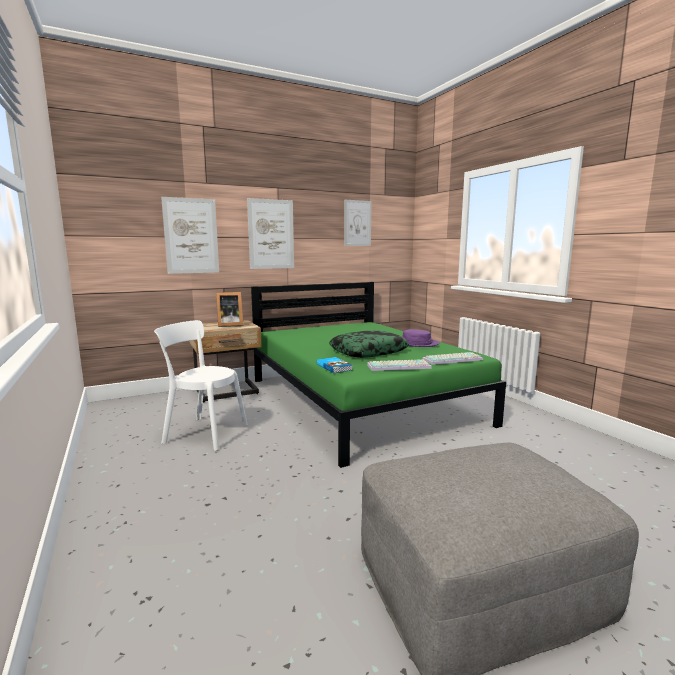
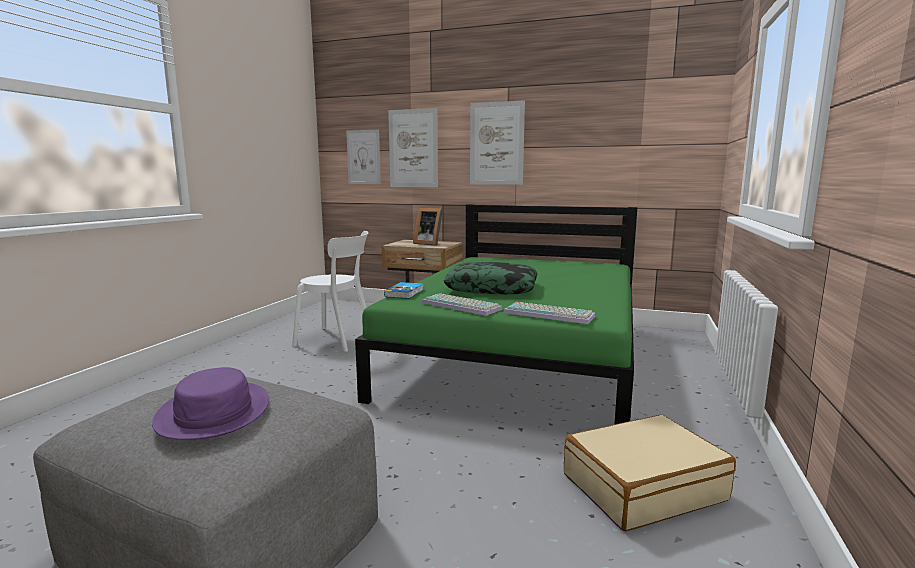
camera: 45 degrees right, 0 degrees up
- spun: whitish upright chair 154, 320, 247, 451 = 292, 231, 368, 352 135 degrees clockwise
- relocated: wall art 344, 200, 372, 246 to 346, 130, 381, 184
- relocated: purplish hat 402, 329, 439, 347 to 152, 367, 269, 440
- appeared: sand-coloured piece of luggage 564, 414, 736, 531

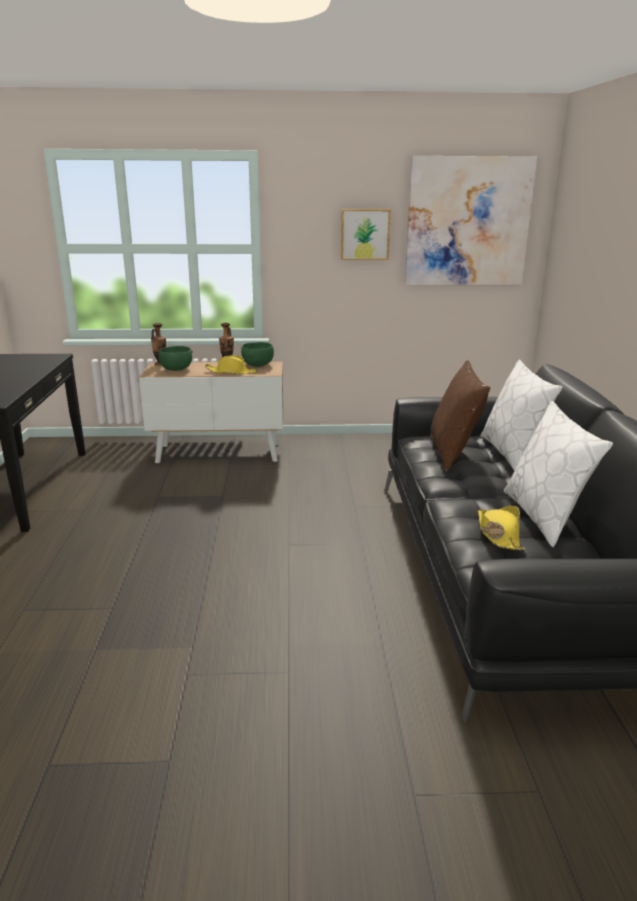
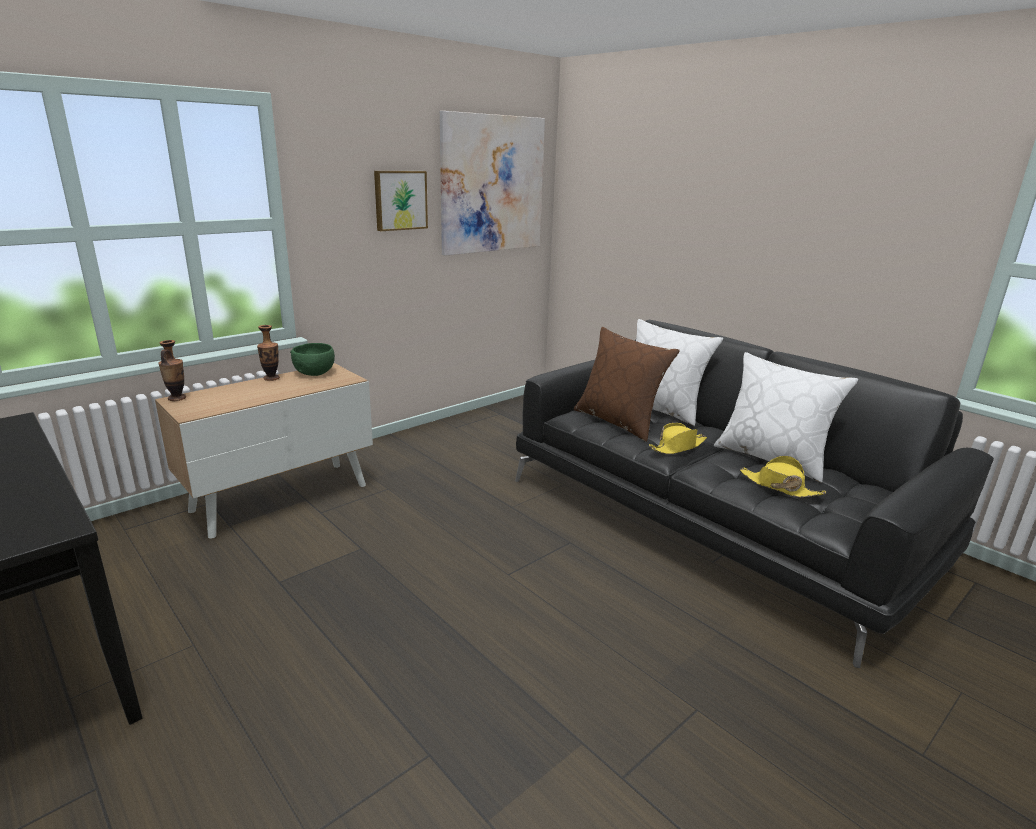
camera: 40 degrees left, 0 degrees up
- missing: greenish deep dish 158, 346, 193, 371
- relocated: yellowish hat 205, 355, 258, 374 to 649, 423, 707, 454

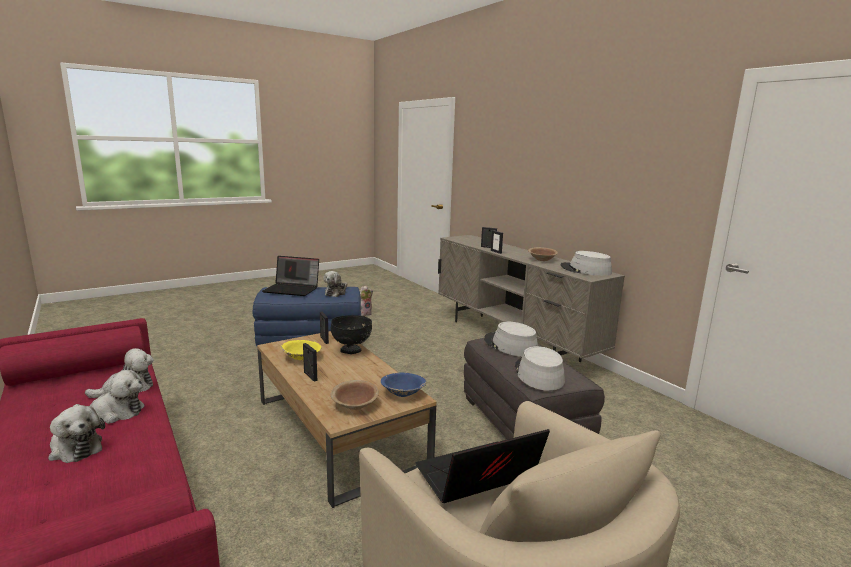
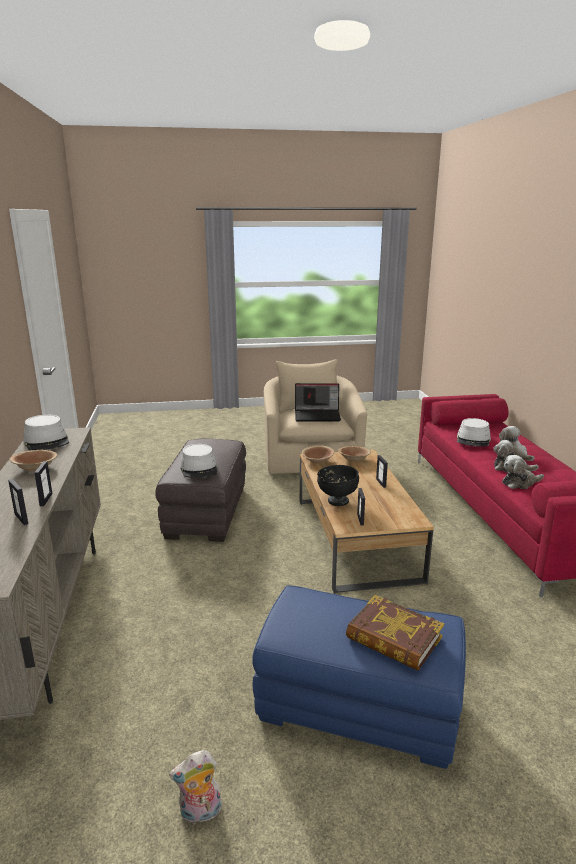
camera: 155 degrees left, 5 degrees up
- exchanged: laptop 262, 256, 319, 296 to volume 346, 595, 444, 671
- missing: yellowish deep dish 281, 340, 321, 360
- missing: plush toy 323, 271, 347, 297
- colour: blue-coloured deep dish 381, 372, 426, 397 to brownish deep dish 302, 445, 334, 464
- relocated: grey hat 515, 346, 565, 391 to 457, 418, 491, 447

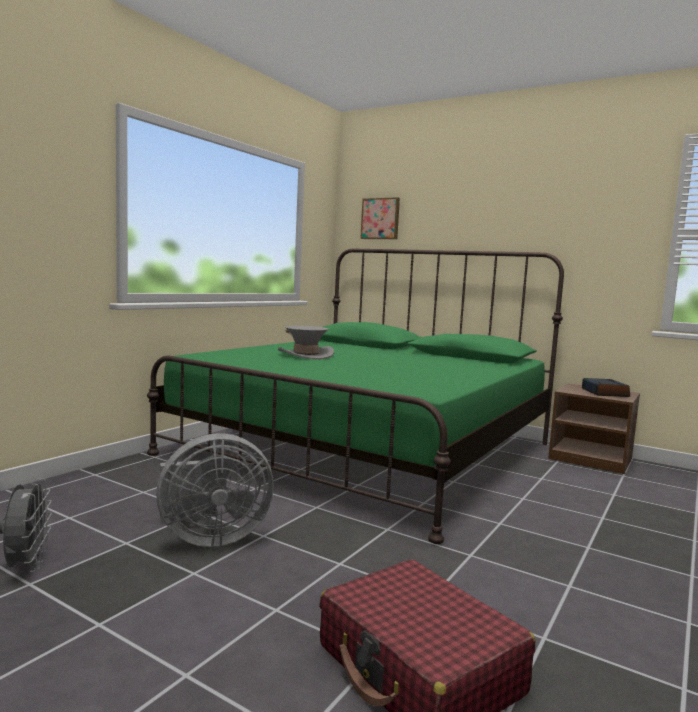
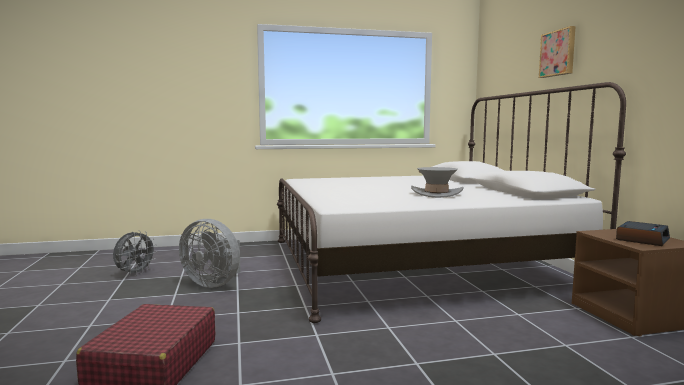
camera: 45 degrees right, 0 degrees up
- colour: greenish sleeping bed 147, 249, 564, 544 to whitish sleeping bed 277, 82, 626, 323
- relocated: grey hat 278, 326, 334, 360 to 411, 167, 464, 198
- relocated: wall art 360, 197, 400, 239 to 539, 26, 576, 78

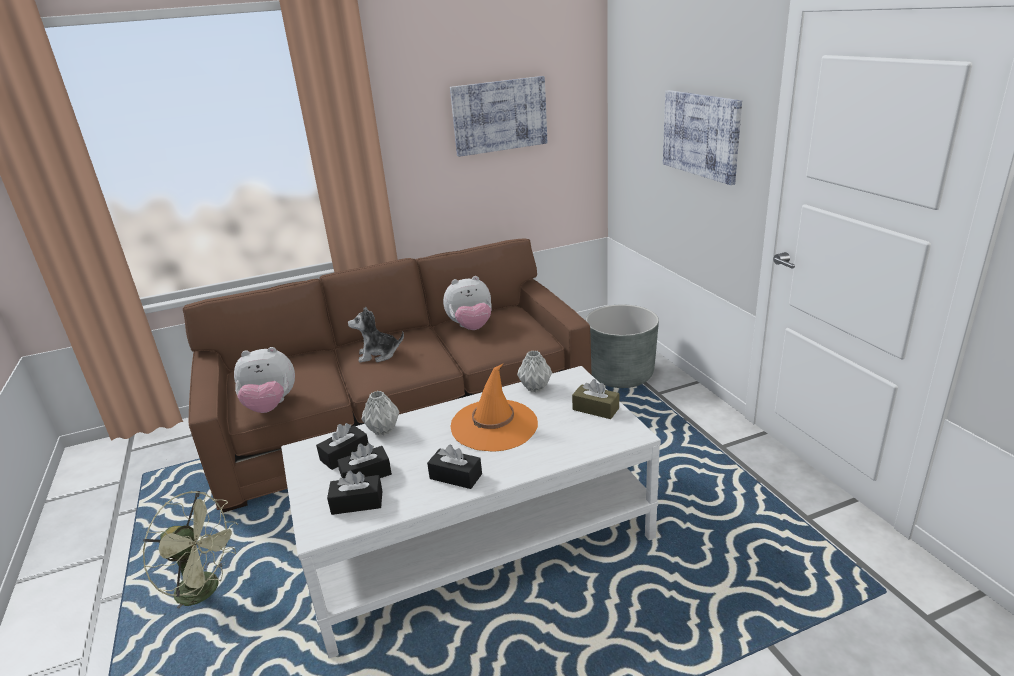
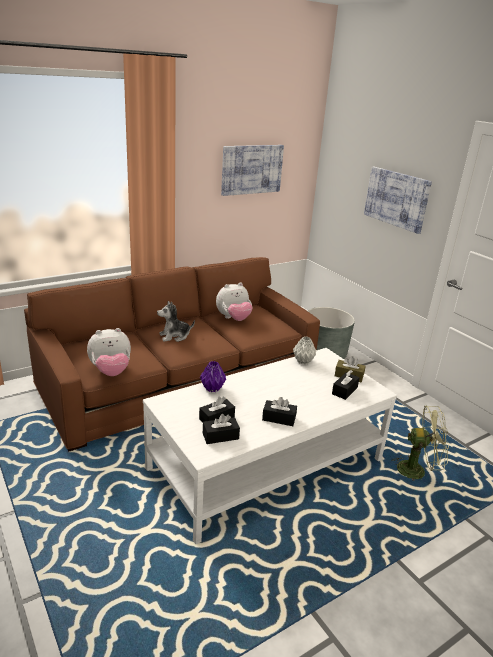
camera: 15 degrees left, 0 degrees up
- relocated: greenish electric fan 143, 491, 238, 608 to 391, 406, 449, 481
- relocated: blackish tissue box 316, 423, 368, 470 to 332, 370, 360, 400
- colour: grey decorative vase 361, 391, 399, 436 to purplish decorative vase 200, 361, 226, 392
- missing: orange-coloured hat 450, 363, 538, 452

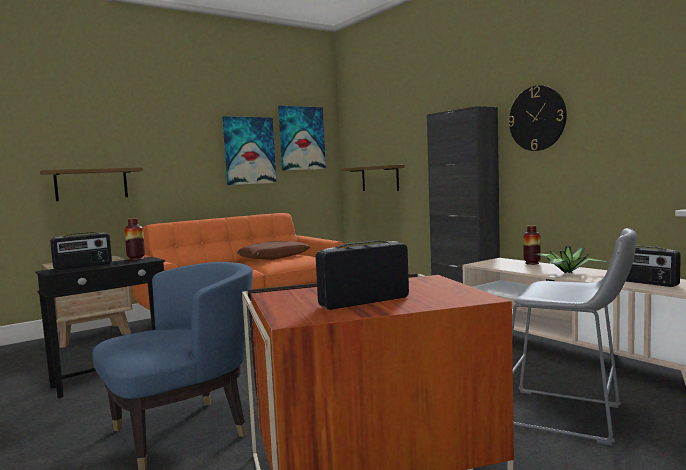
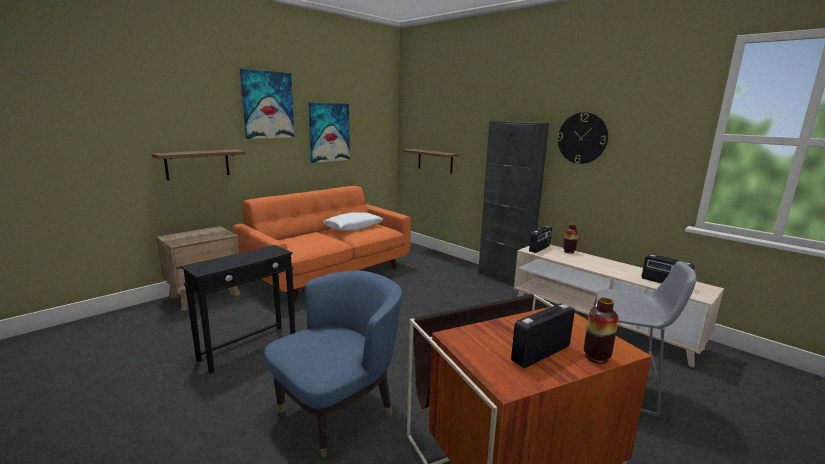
camera: 10 degrees left, 10 degrees up
- relocated: radio 50, 232, 112, 270 to 529, 226, 552, 253
- relocated: decorative vase 124, 218, 145, 261 to 584, 298, 619, 364
- colour: brownish throw pillow 237, 241, 310, 260 to whitish throw pillow 323, 212, 383, 231
- relocated: wall art 278, 106, 326, 171 to 240, 69, 294, 139
- missing: houseplant 533, 246, 609, 273

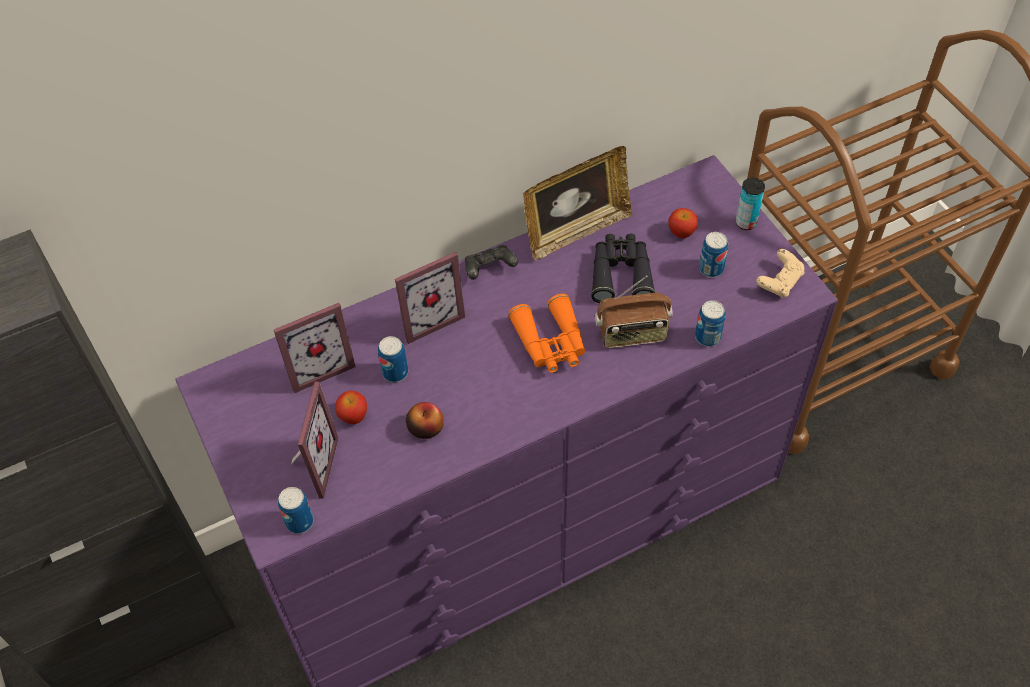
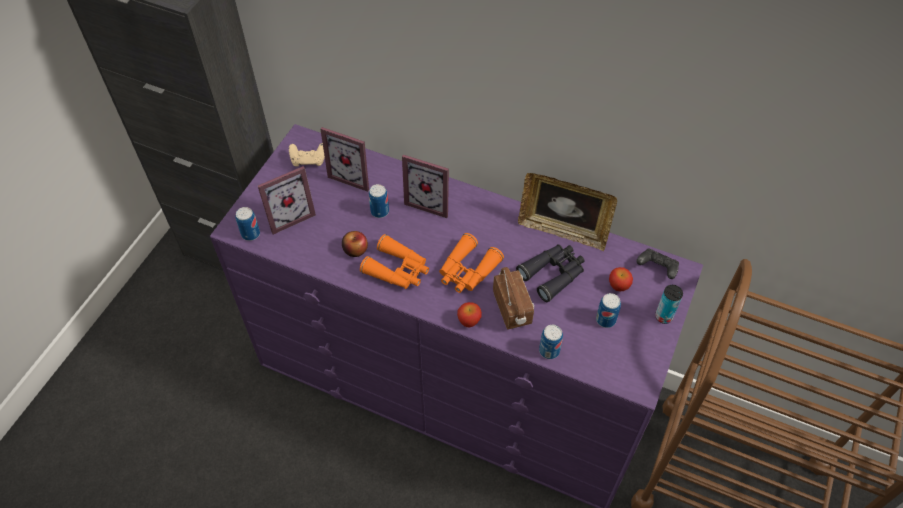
camera: 50 degrees right, 0 degrees up
- relocated: whole apple 335, 391, 367, 424 to 457, 302, 482, 328
- relocated: blackish joypad 465, 245, 518, 280 to 637, 249, 679, 279
- spun: radio 595, 275, 673, 348 = 493, 267, 534, 329 150 degrees counterclockwise
- relocated: sand-coloured joypad 756, 249, 804, 298 to 289, 143, 325, 167
- appeared: orange-coloured field glasses 360, 234, 429, 289

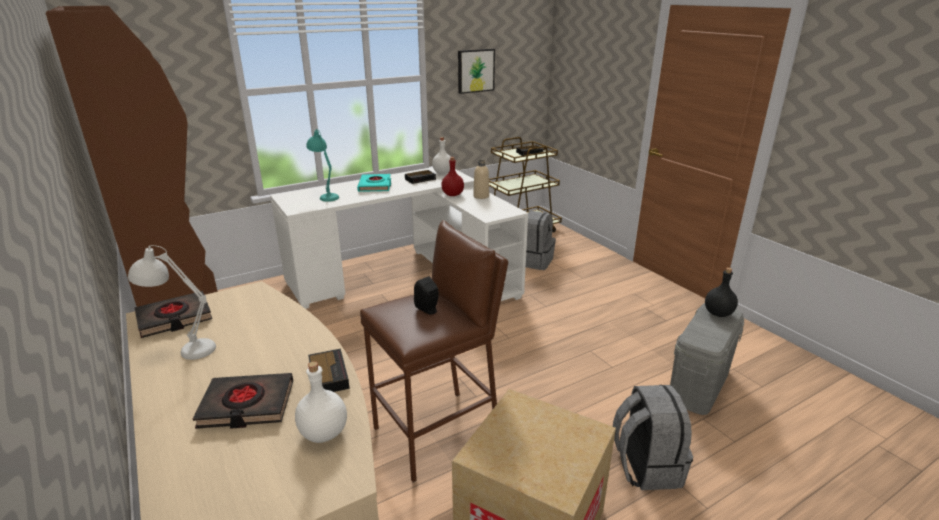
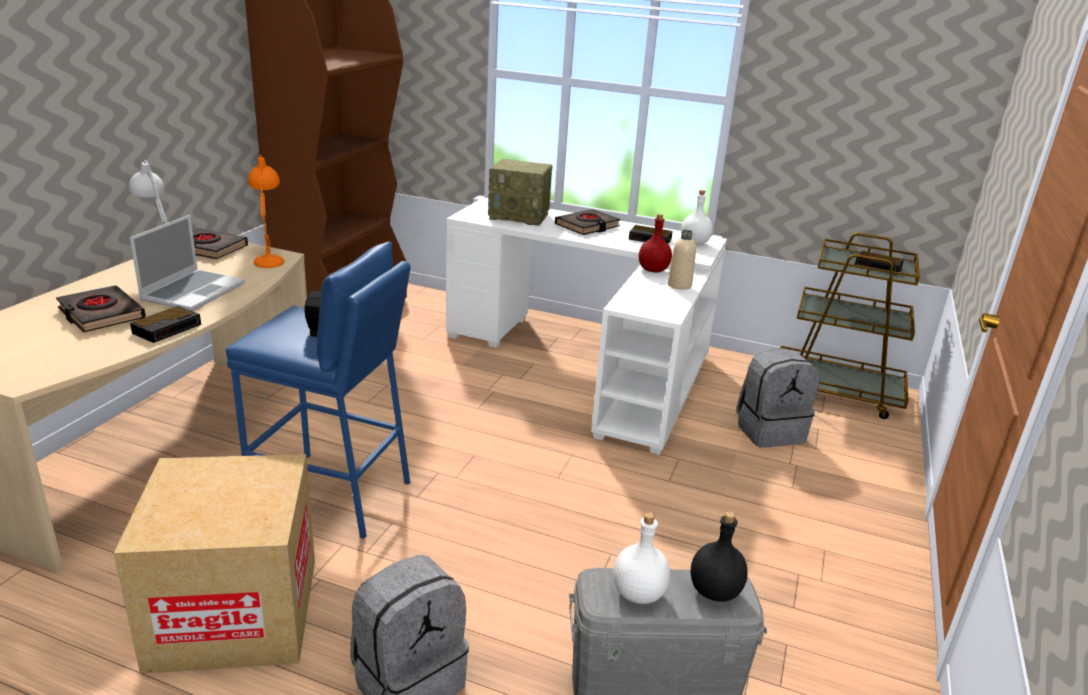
camera: 50 degrees right, 0 degrees up
- relocated: whitish drink bottle 295, 361, 347, 443 to 614, 512, 670, 604
- exchanged: blue-green tabletop lamp 306, 129, 339, 202 to radio 488, 159, 552, 226
- colour: blue-green volume 357, 174, 391, 192 to blackish volume 555, 209, 620, 235
- colour: brownish sitting stool 360, 220, 508, 482 to blue-coloured sitting stool 226, 241, 411, 539
- missing: wall art 458, 49, 495, 94
- appeared: laptop 130, 215, 245, 311
- appeared: orange-coloured tabletop lamp 248, 155, 284, 268

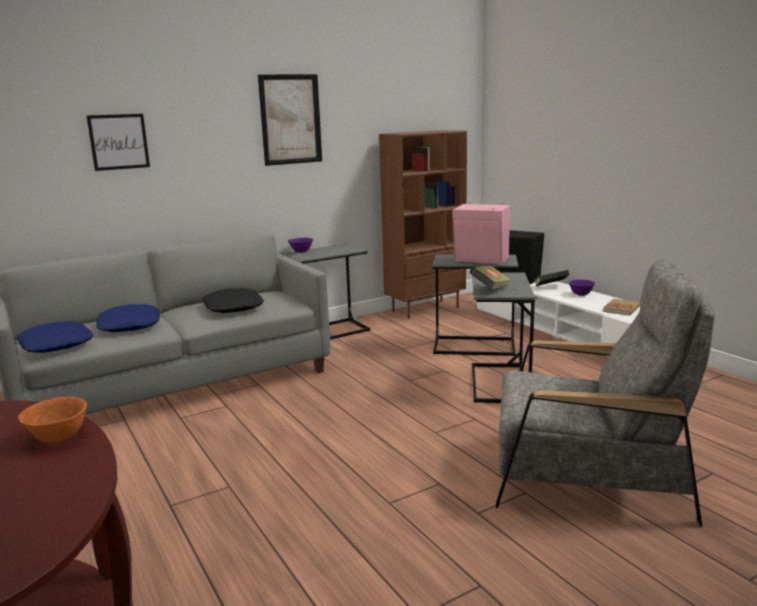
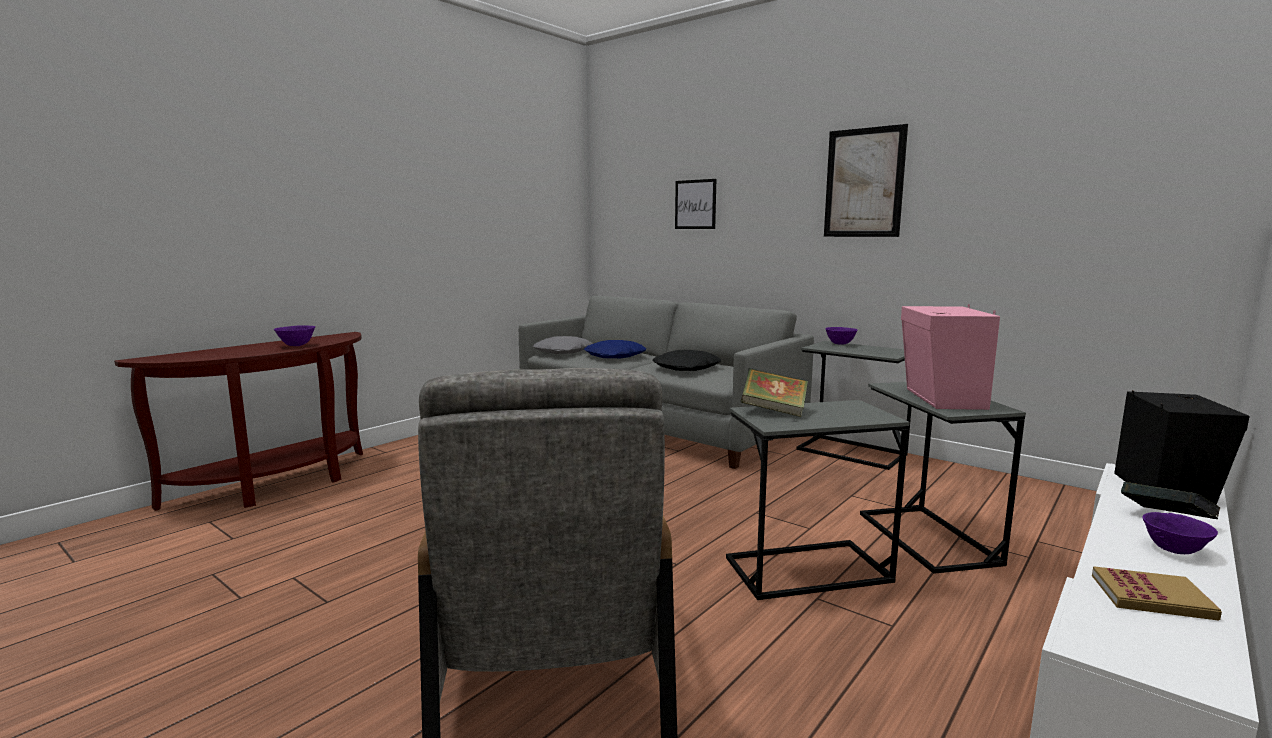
camera: 70 degrees right, 5 degrees down
- colour: blue-coloured throw pillow 16, 321, 93, 353 to grey throw pillow 533, 336, 593, 354
- colour: orange-coloured deep dish 18, 397, 87, 442 to purplish deep dish 274, 325, 315, 346
- missing: brownish shelving unit 379, 130, 467, 319

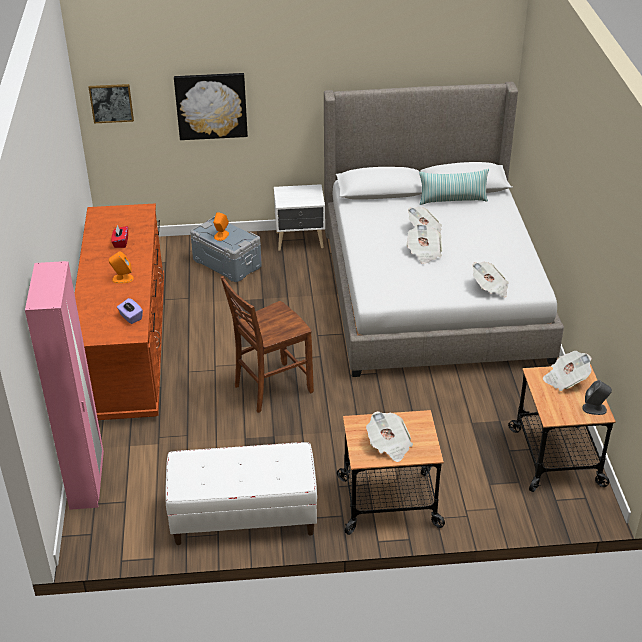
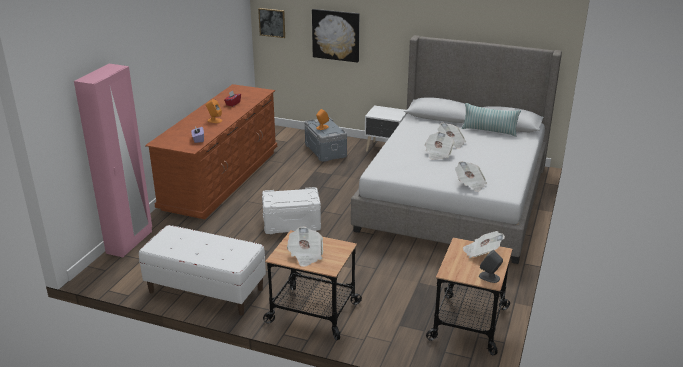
camera: 25 degrees right, 10 degrees down
- exchanged: brownish upright chair 220, 276, 314, 413 to whitish storage box 262, 187, 321, 234

